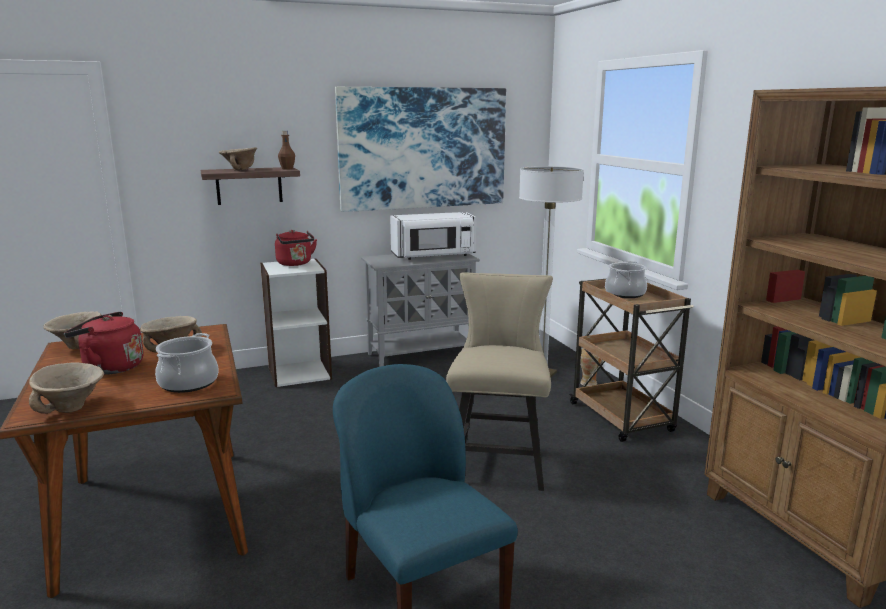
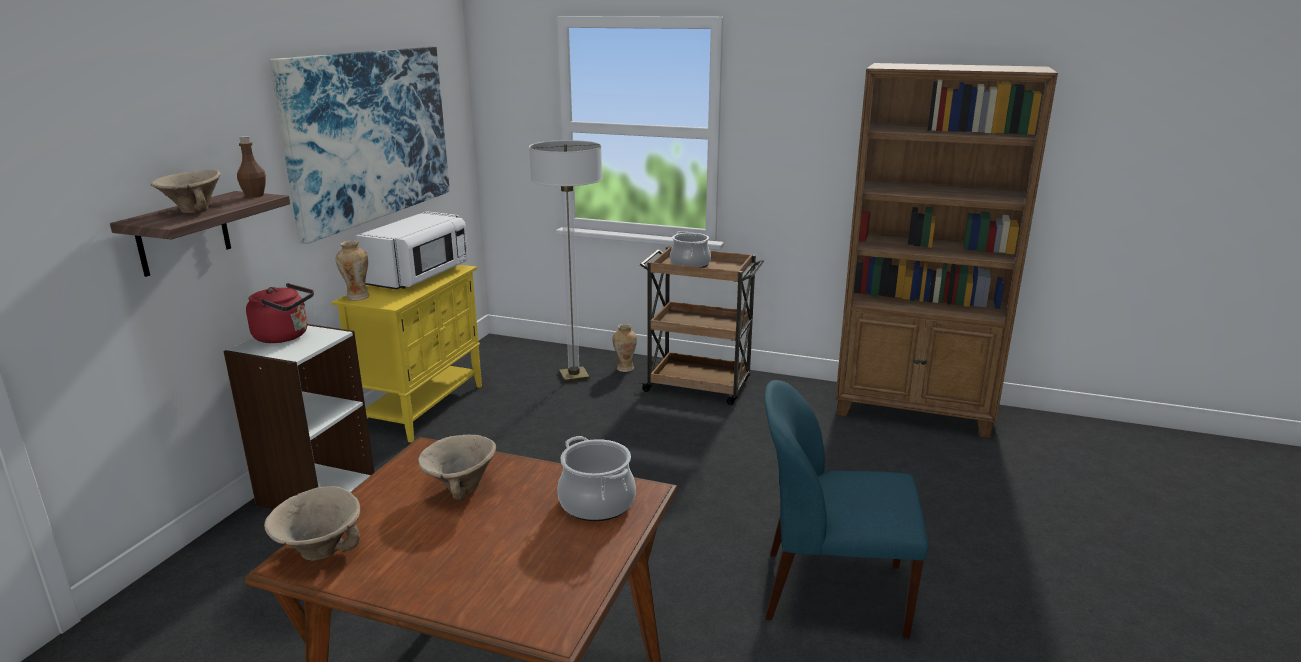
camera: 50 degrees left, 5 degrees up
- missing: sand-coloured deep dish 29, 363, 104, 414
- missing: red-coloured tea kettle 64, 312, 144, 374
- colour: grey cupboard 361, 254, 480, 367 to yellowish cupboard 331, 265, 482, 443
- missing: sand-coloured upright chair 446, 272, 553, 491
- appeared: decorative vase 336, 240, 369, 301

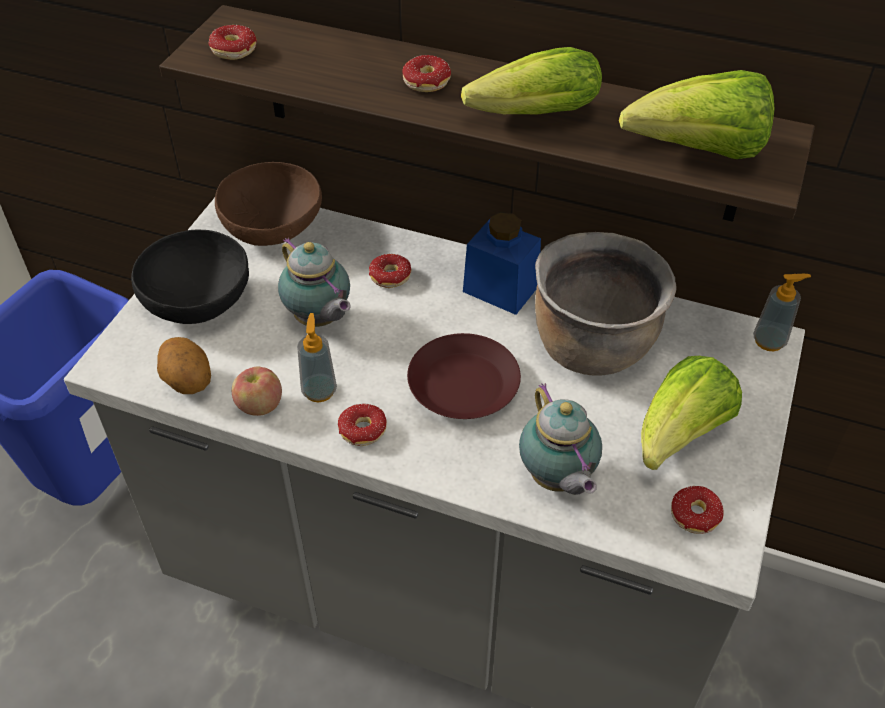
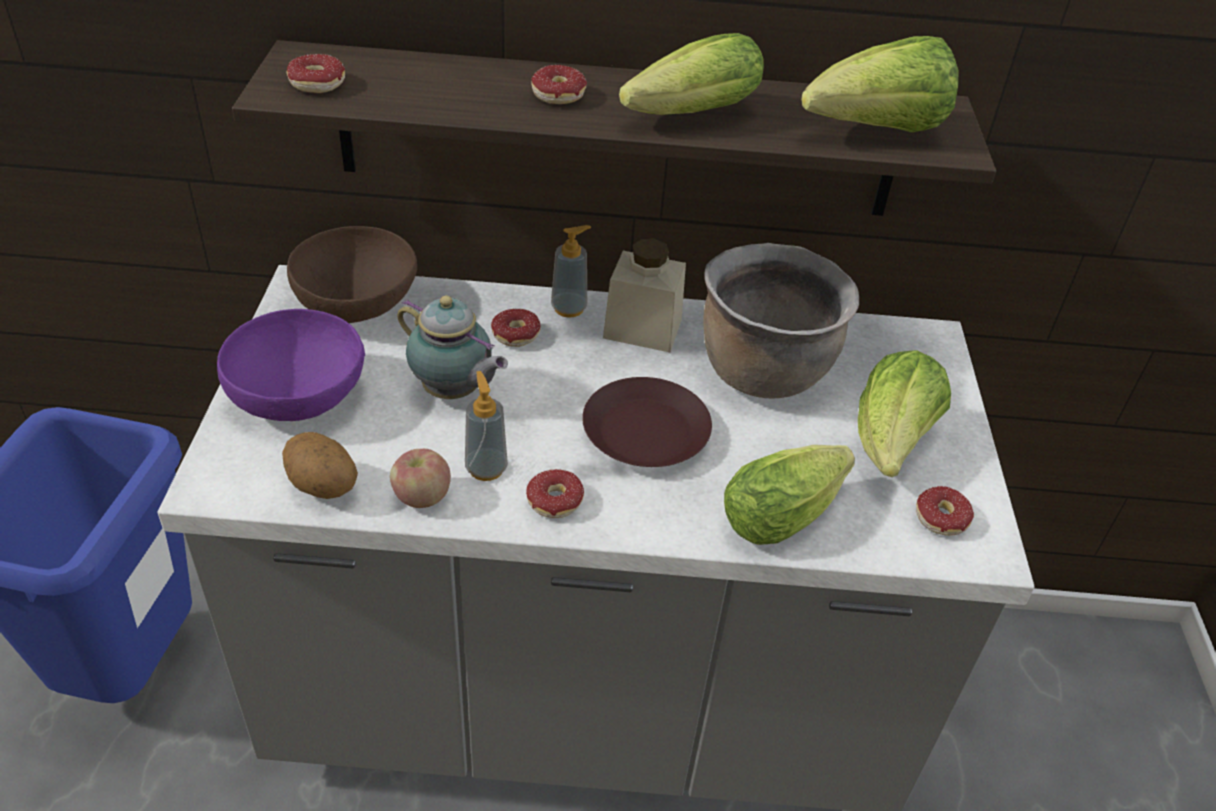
camera: 20 degrees left, 5 degrees down
- colour: blackish deep dish 131, 229, 249, 324 to purplish deep dish 217, 309, 365, 421
- colour: blue-coloured storage jar 463, 212, 541, 315 to sand-coloured storage jar 603, 239, 686, 352
- exchanged: teapot 519, 383, 602, 495 to lettuce 724, 445, 855, 545
- relocated: liquid soap bottle 753, 274, 811, 351 to 551, 225, 591, 318

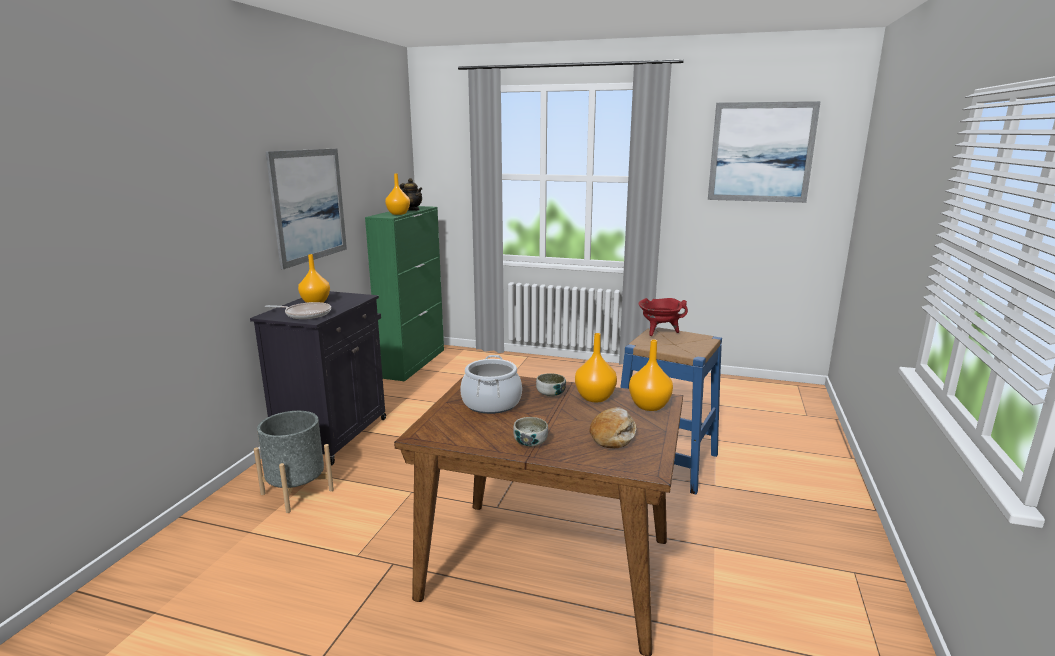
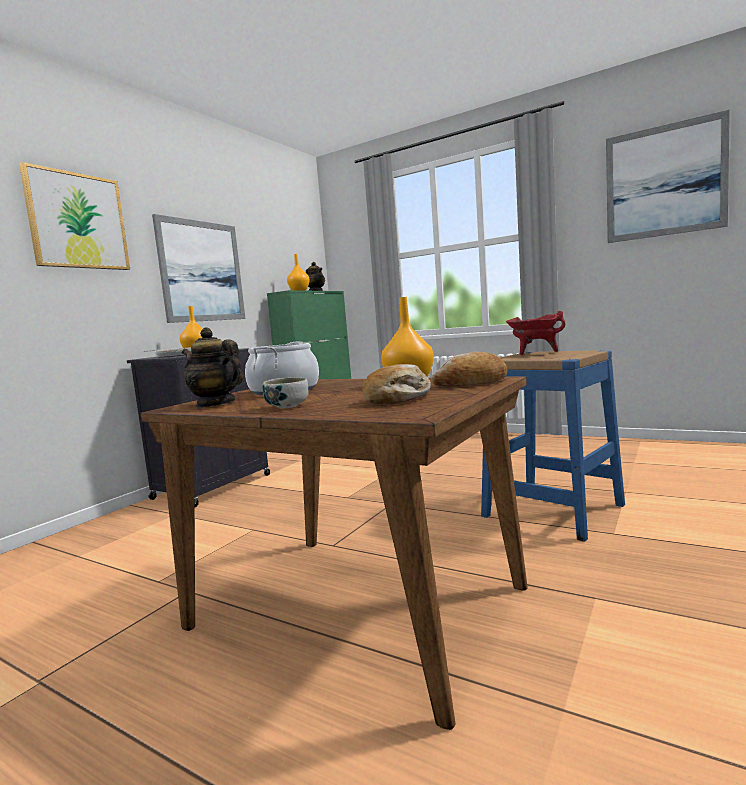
camera: 15 degrees right, 10 degrees down
- missing: grey plant pot 254, 411, 334, 513
- missing: deep dish 536, 373, 566, 397
- exchanged: orange-coloured decorative vase 629, 339, 673, 411 to baked bread 432, 352, 507, 387
- appeared: wall art 19, 162, 130, 270
- appeared: teapot 182, 327, 243, 407

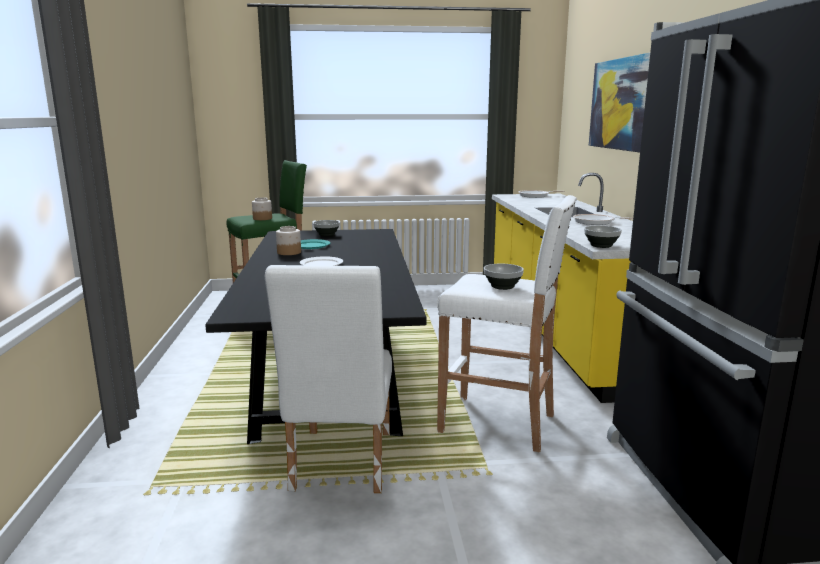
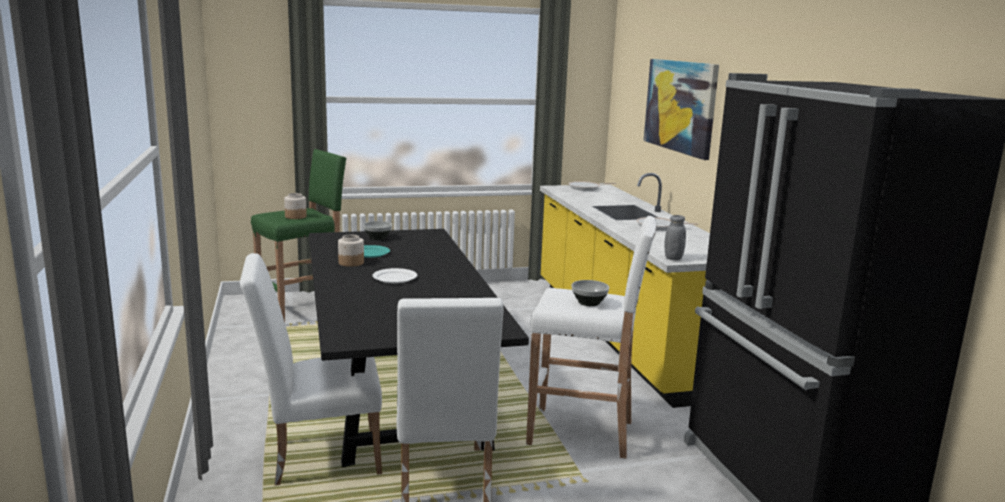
camera: 10 degrees left, 0 degrees up
- exchanged: deep dish 584, 226, 622, 248 to grey storage jar 664, 215, 686, 260
- appeared: whitish upright chair 240, 253, 382, 485

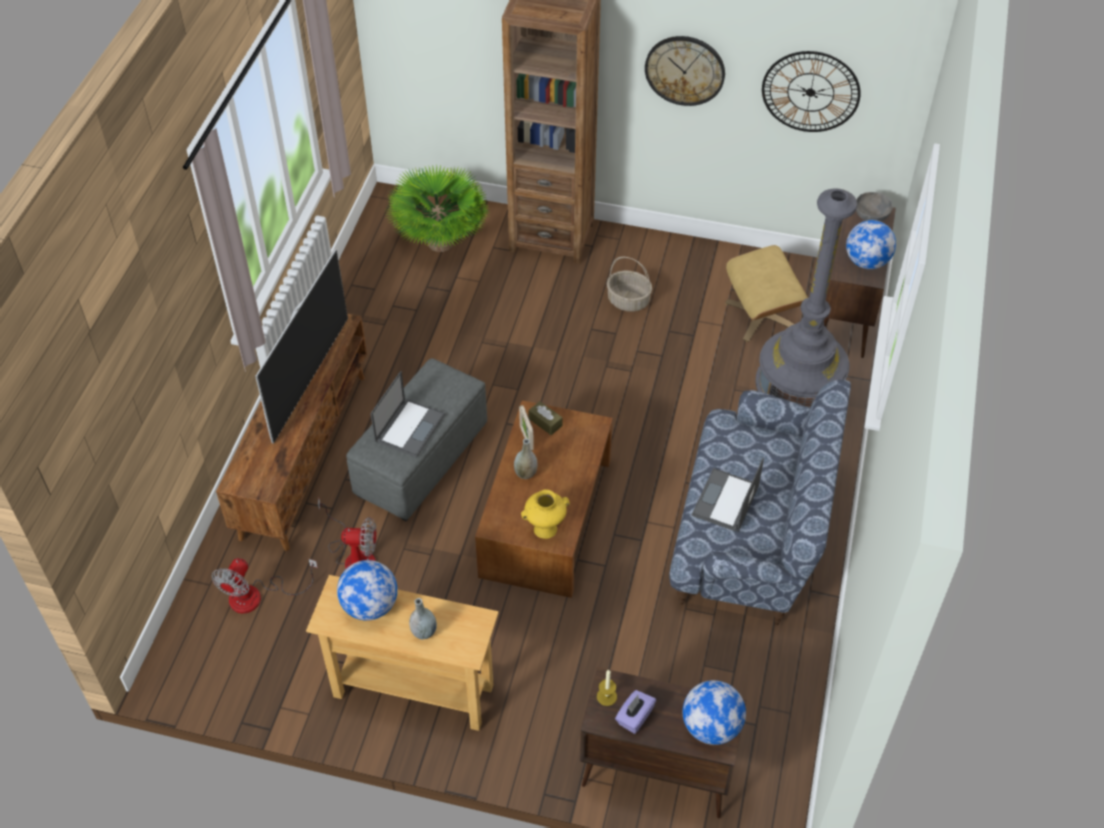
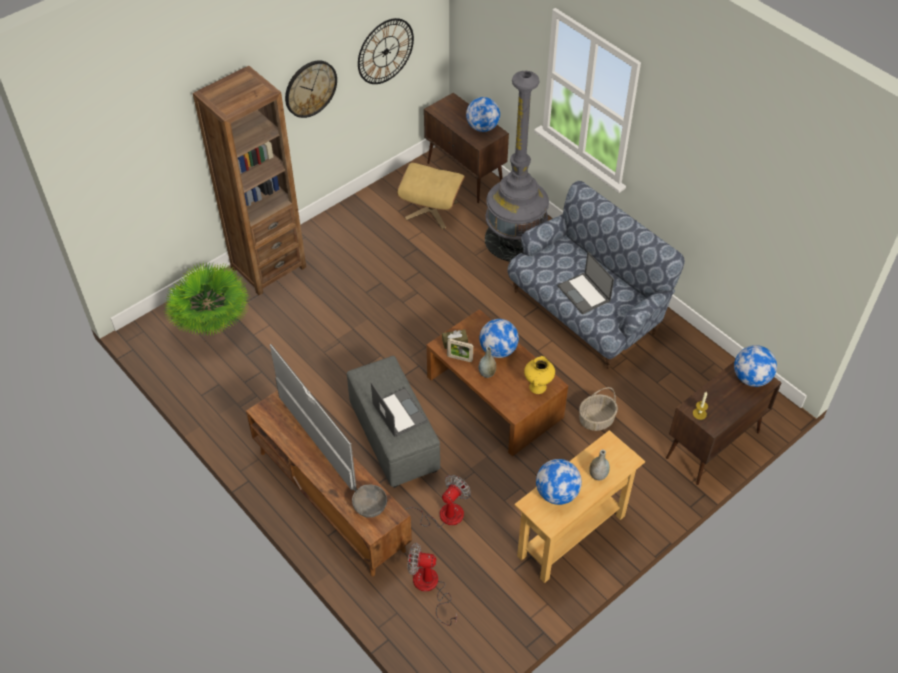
camera: 55 degrees left, 0 degrees up
- spun: electric fan 211, 558, 318, 613 = 407, 543, 457, 626 135 degrees clockwise
- relocated: household basket 607, 257, 652, 312 to 579, 387, 618, 431
- missing: purplish tissue box 615, 690, 656, 734
- relocated: grey deep dish 856, 192, 893, 222 to 352, 485, 387, 518
- appeared: world globe 479, 319, 519, 358

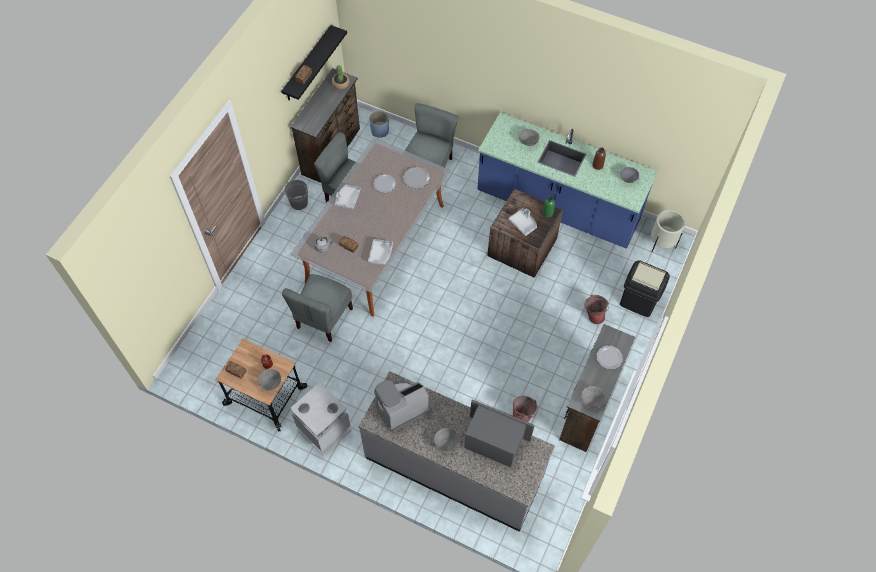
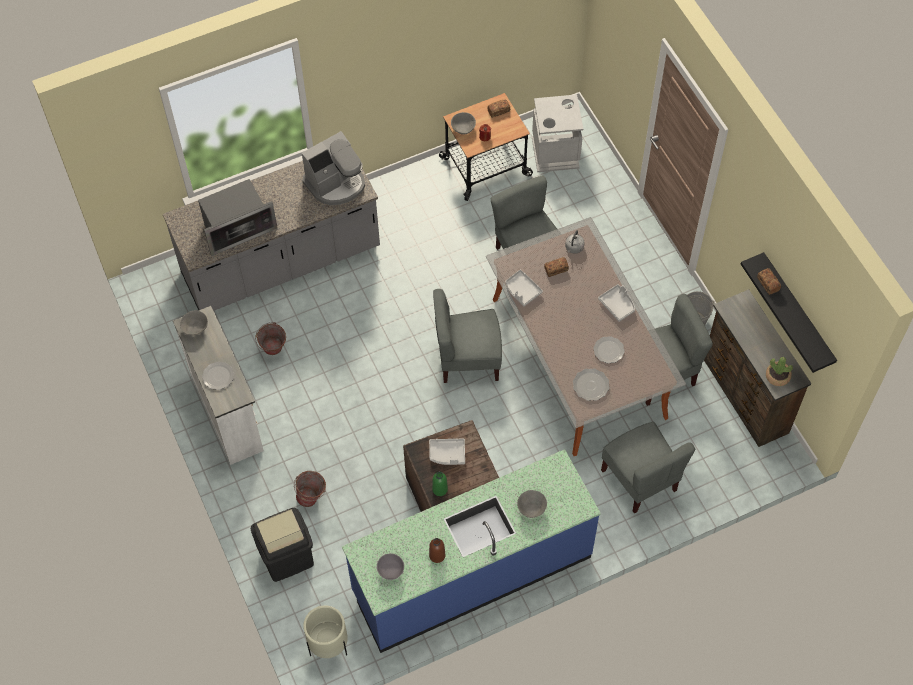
camera: 130 degrees right, 0 degrees up
- relocated: grey waste bin 290, 382, 351, 456 to 532, 94, 583, 172
- missing: blue-coloured plant pot 369, 111, 389, 138
- spun: coffee brewer 374, 380, 432, 432 = 302, 131, 365, 205 45 degrees clockwise
- missing: grey deep dish 434, 428, 459, 452
- colour: brownish dresser 559, 324, 635, 452 to whitish dresser 173, 306, 264, 465
- appeared: grey upright chair 433, 289, 502, 383

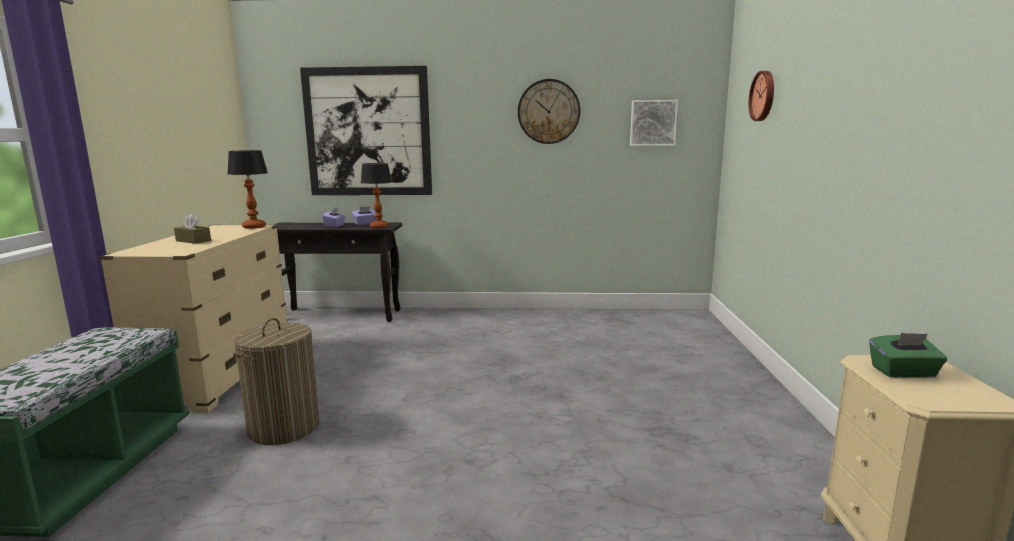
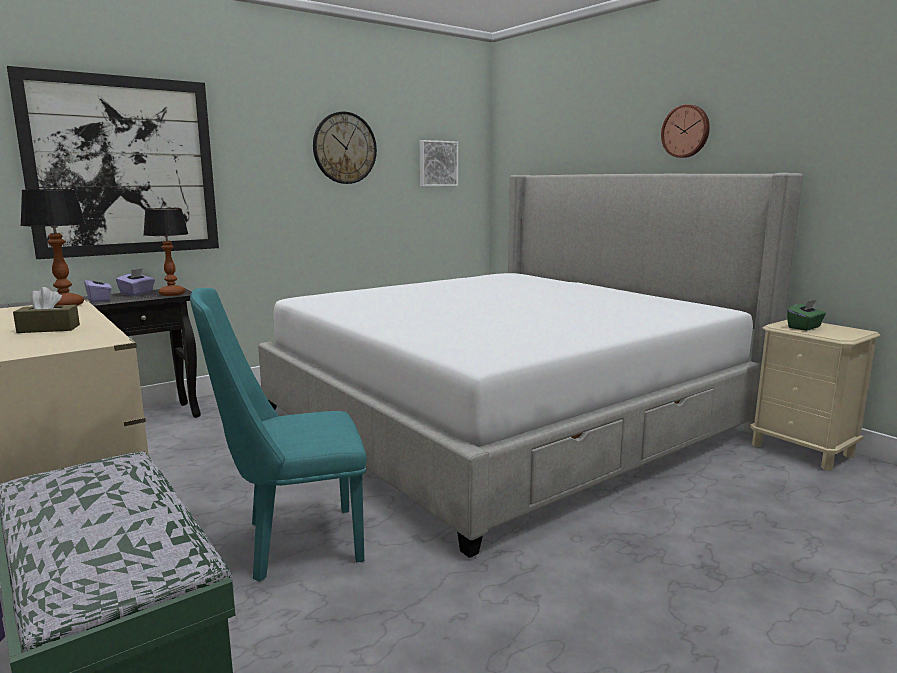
camera: 40 degrees left, 0 degrees up
- exchanged: hamper 233, 318, 320, 445 to blue-green upright chair 190, 288, 366, 582
- relocated: clock on the wall 749, 71, 774, 121 to 661, 104, 710, 158
- appeared: sleeping bed 258, 173, 803, 558

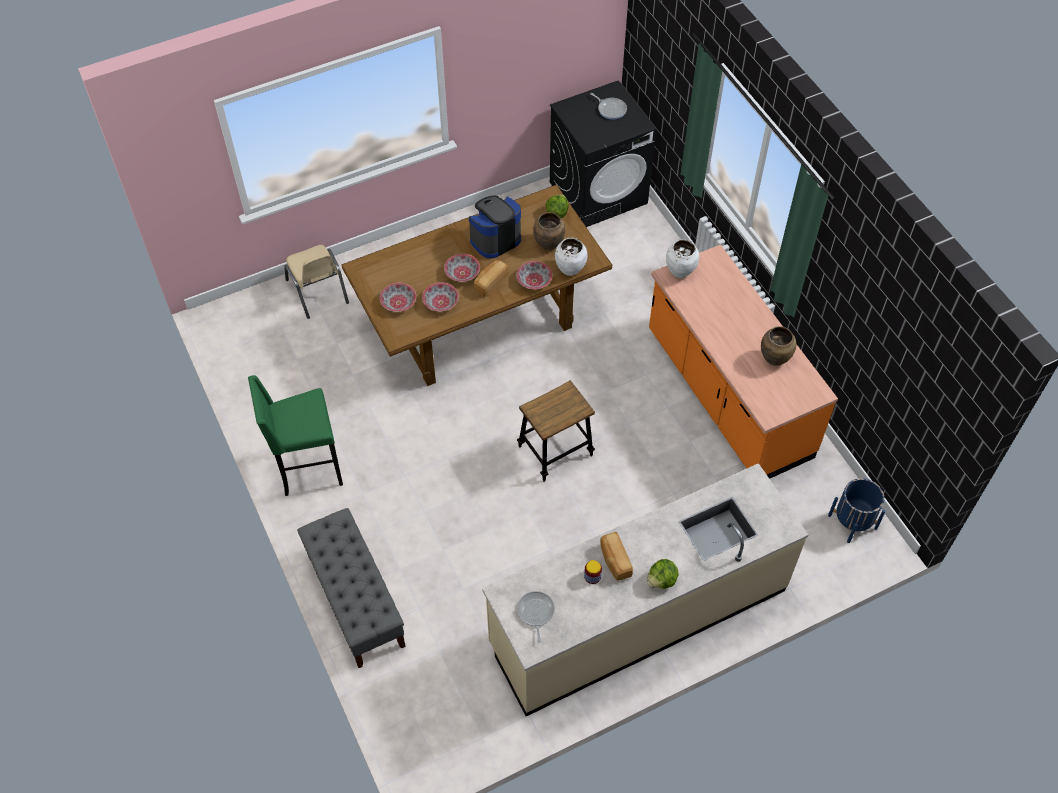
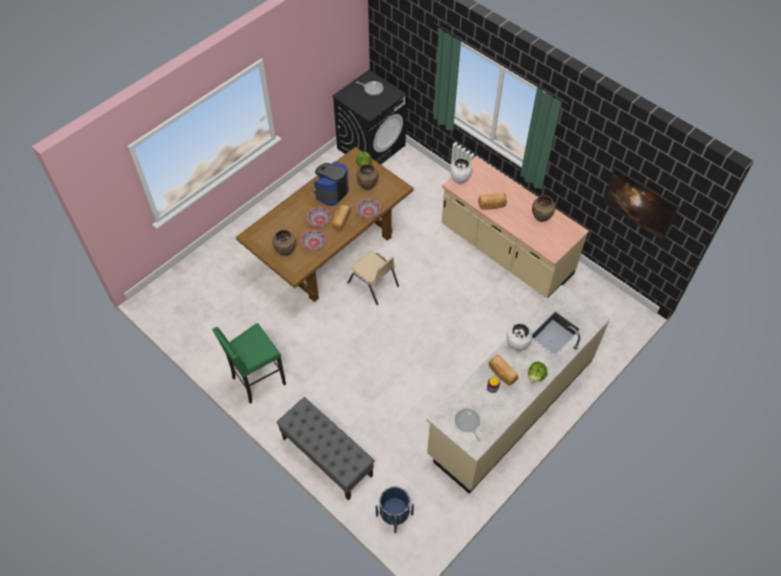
camera: 20 degrees left, 0 degrees up
- relocated: sand-coloured upright chair 284, 245, 349, 319 to 347, 252, 399, 305
- exchanged: deep dish 380, 283, 416, 312 to brownish decorative vase 273, 230, 296, 256
- missing: sitting stool 517, 380, 595, 482
- relocated: whitish decorative vase 555, 238, 588, 276 to 506, 323, 532, 351
- colour: orange-coloured kitchen base unit 649, 245, 838, 479 to sand-coloured kitchen base unit 442, 156, 589, 298
- relocated: blue-coloured plant pot 828, 478, 886, 543 to 376, 486, 414, 533
- appeared: baked bread 478, 193, 507, 210
- appeared: wall art 603, 167, 679, 241

